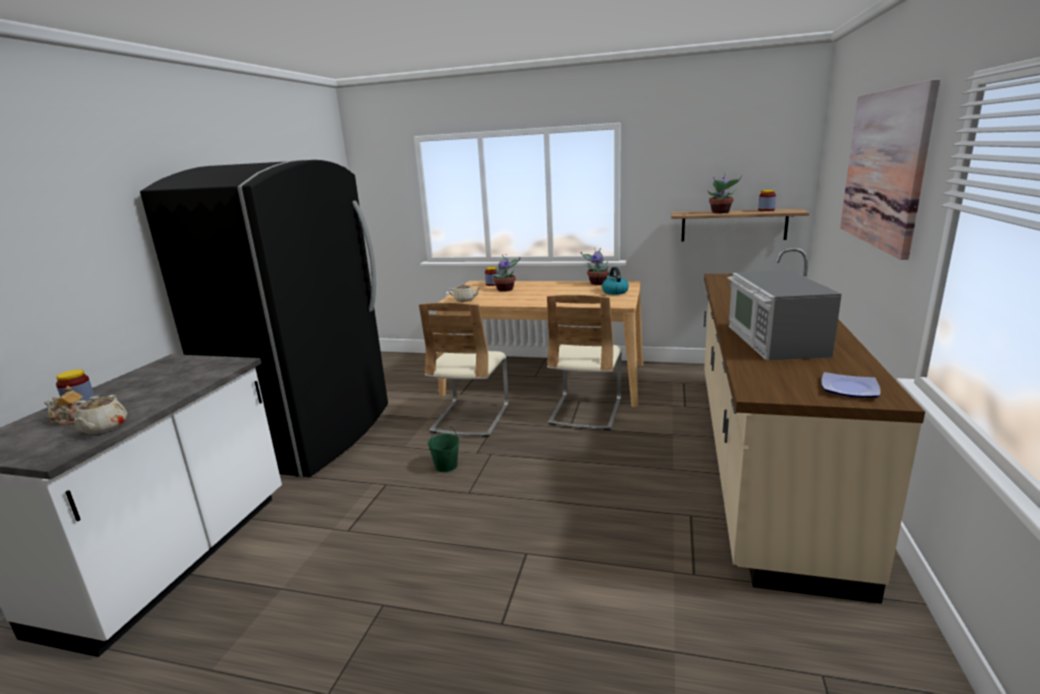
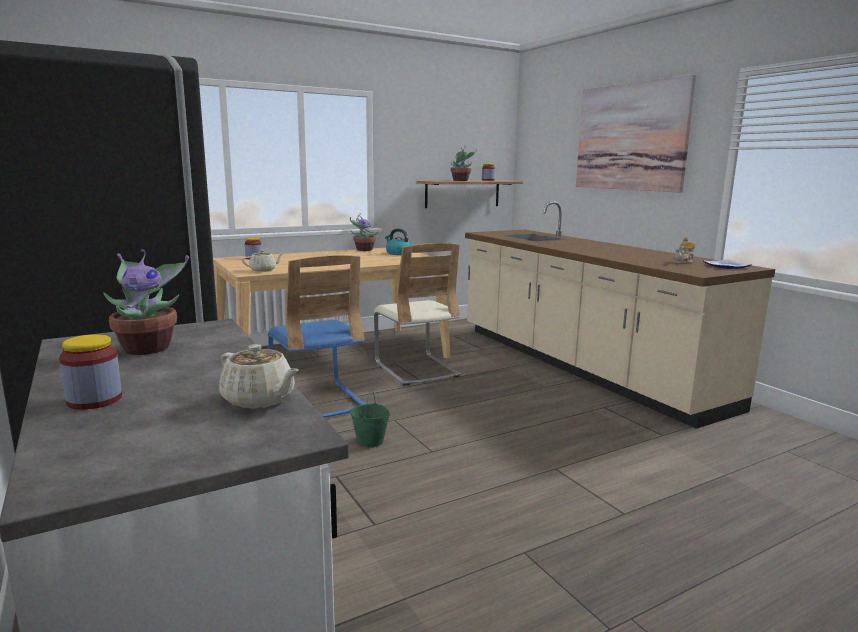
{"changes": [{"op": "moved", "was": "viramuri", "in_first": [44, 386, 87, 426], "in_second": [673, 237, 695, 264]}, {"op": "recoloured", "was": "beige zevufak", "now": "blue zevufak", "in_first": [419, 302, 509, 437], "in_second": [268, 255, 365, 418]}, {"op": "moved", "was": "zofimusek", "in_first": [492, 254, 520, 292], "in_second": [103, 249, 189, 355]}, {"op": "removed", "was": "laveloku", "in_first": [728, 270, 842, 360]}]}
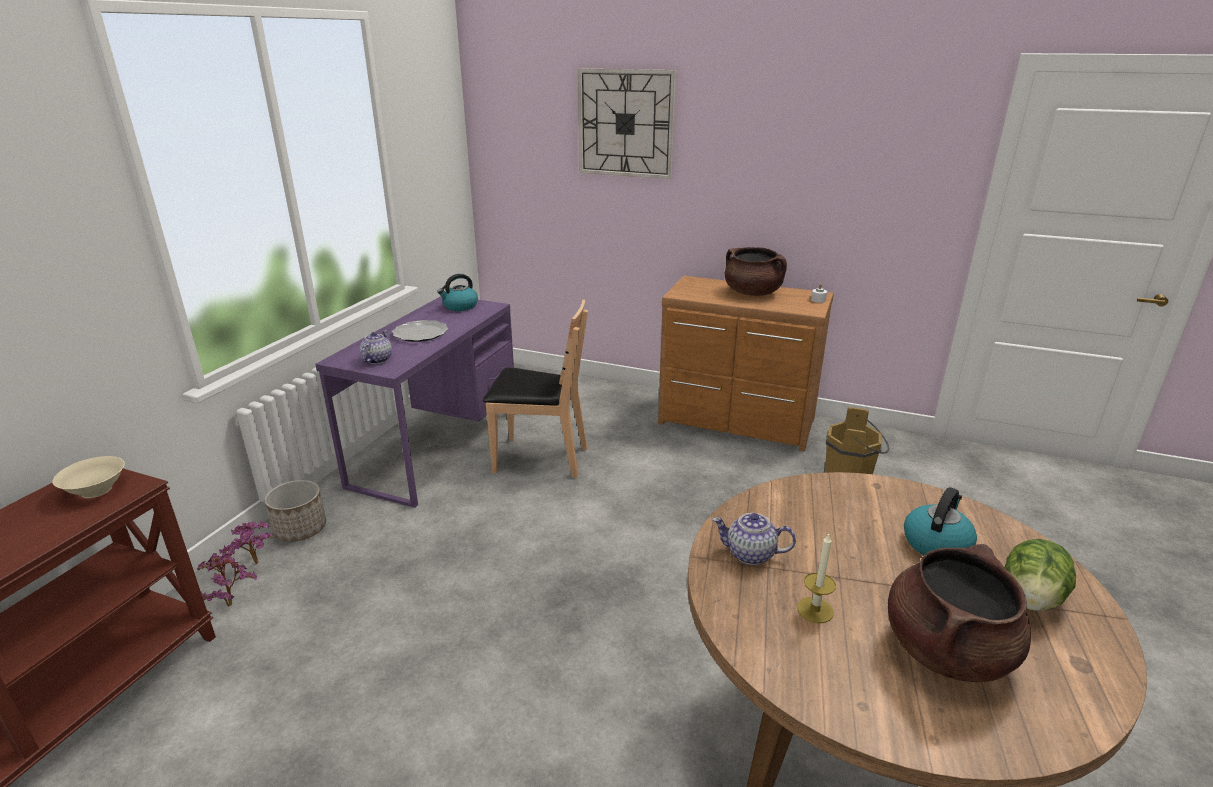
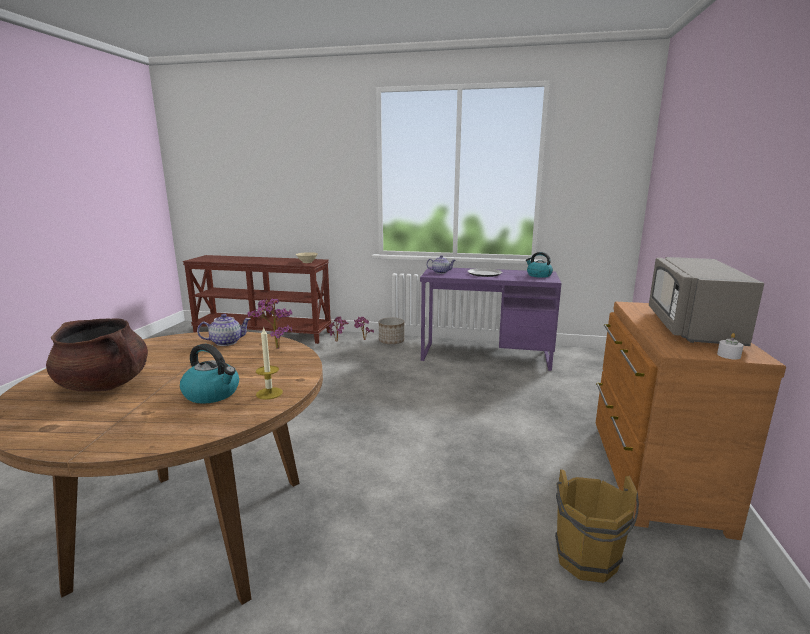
{"changes": [{"op": "removed", "was": "brown zevufak", "in_first": [483, 299, 588, 478]}, {"op": "removed", "was": "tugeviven", "in_first": [578, 68, 676, 179]}, {"op": "turned", "was": "viramuri", "in_first": [712, 513, 796, 565], "in_second": [197, 314, 251, 346], "clockwise": 60}, {"op": "replaced", "was": "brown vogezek", "now": "grey laveloku", "in_first": [725, 247, 787, 296], "in_second": [649, 257, 764, 346]}, {"op": "moved", "was": "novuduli", "in_first": [797, 533, 836, 623], "in_second": [256, 327, 283, 400]}, {"op": "removed", "was": "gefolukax", "in_first": [1005, 539, 1076, 611]}, {"op": "added", "now": "zofimusek", "in_second": [248, 298, 292, 349]}]}
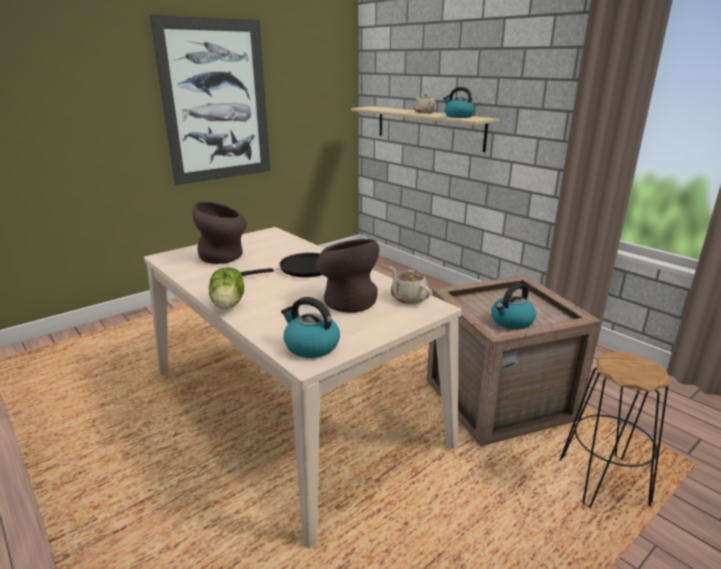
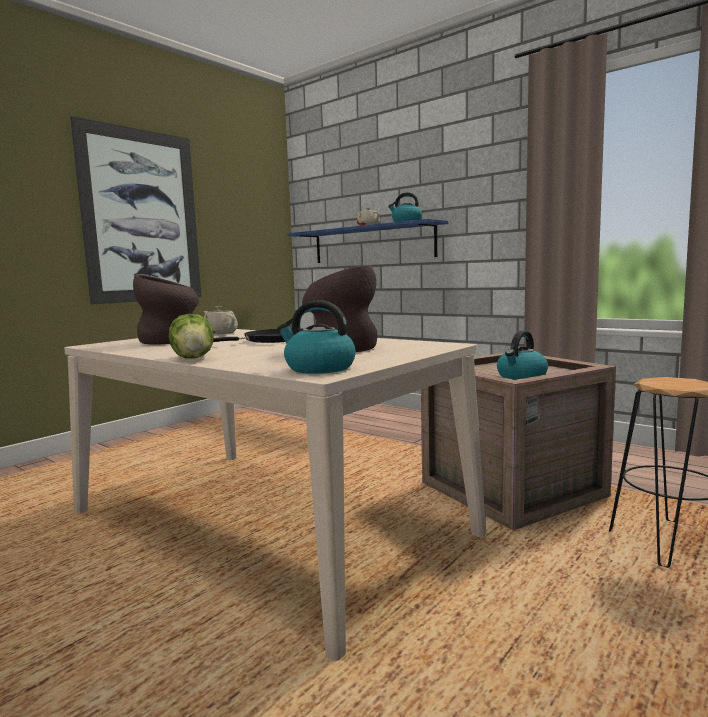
{"changes": [{"op": "recoloured", "was": "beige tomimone", "now": "blue tomimone", "in_first": [351, 106, 499, 152], "in_second": [287, 219, 448, 263]}, {"op": "moved", "was": "beige viramuri", "in_first": [390, 266, 431, 304], "in_second": [204, 306, 238, 334]}]}
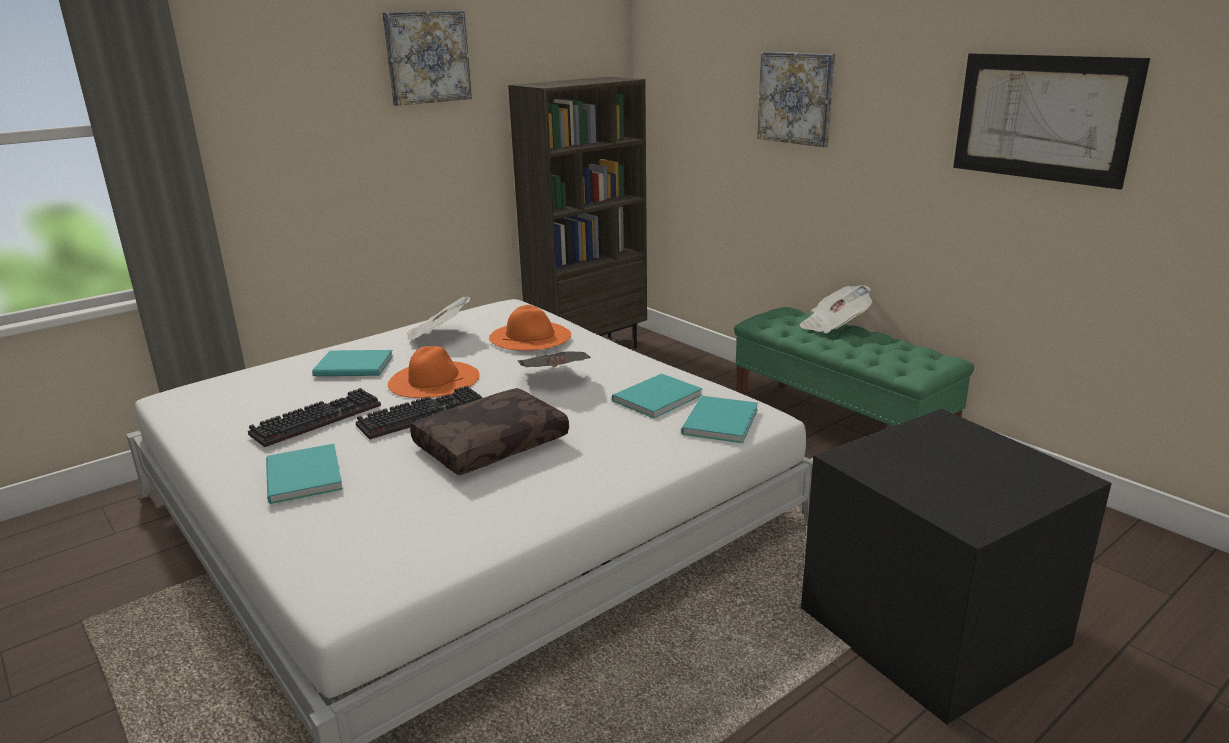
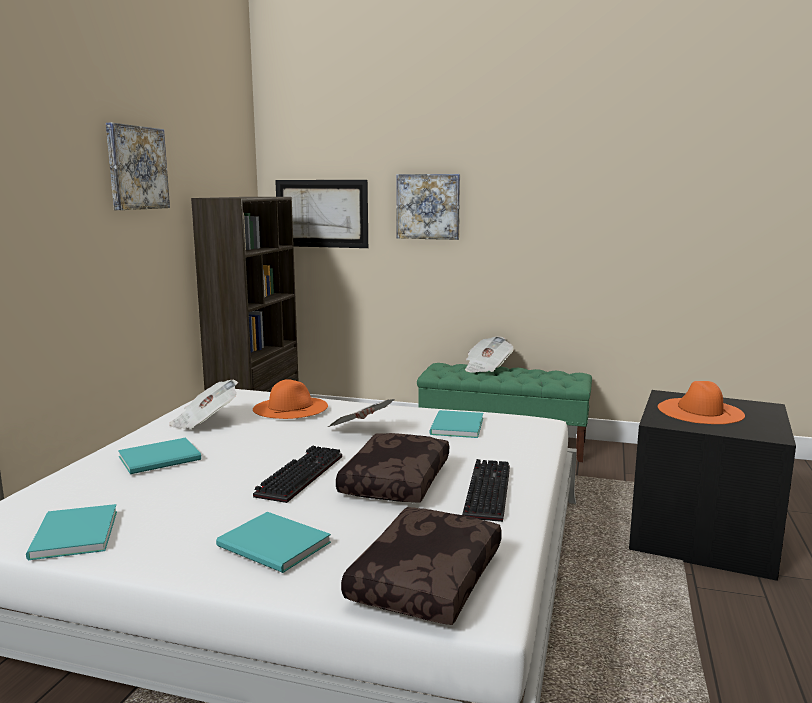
{"changes": [{"op": "moved", "was": "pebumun", "in_first": [248, 388, 381, 447], "in_second": [462, 459, 510, 522]}, {"op": "moved", "was": "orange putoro", "in_first": [388, 346, 480, 398], "in_second": [658, 381, 745, 424]}, {"op": "moved", "was": "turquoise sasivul", "in_first": [681, 396, 758, 443], "in_second": [26, 504, 117, 560]}, {"op": "moved", "was": "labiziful", "in_first": [953, 54, 1150, 190], "in_second": [275, 180, 368, 248]}, {"op": "added", "now": "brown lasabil", "in_second": [341, 507, 502, 625]}]}
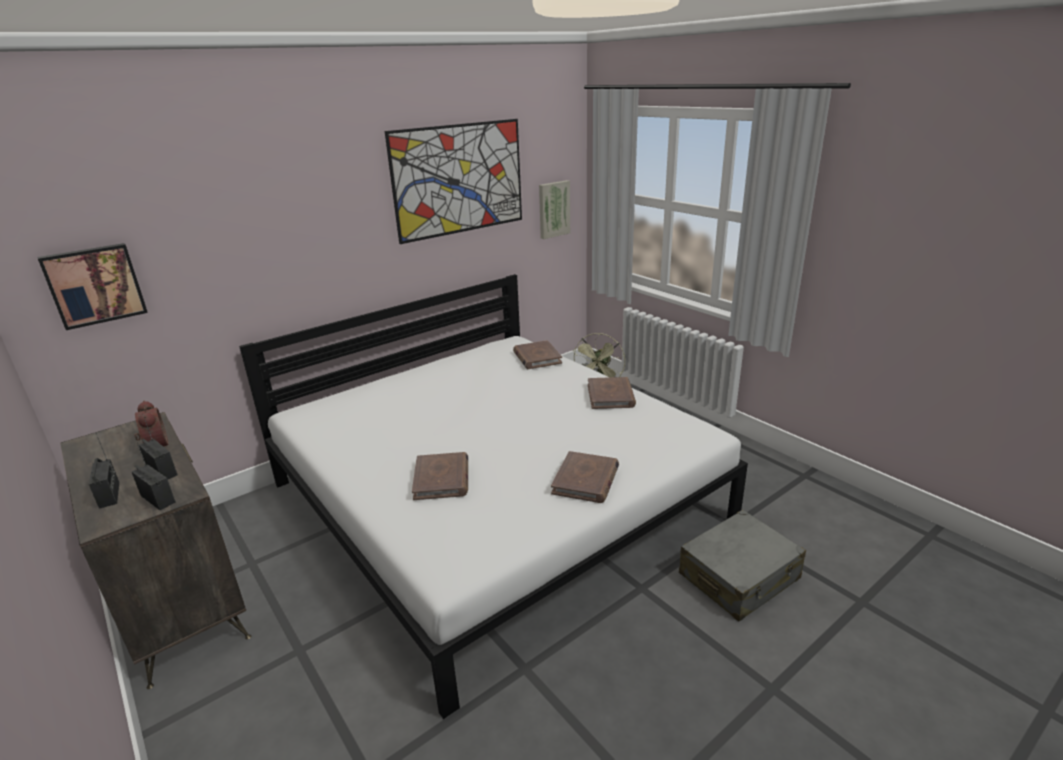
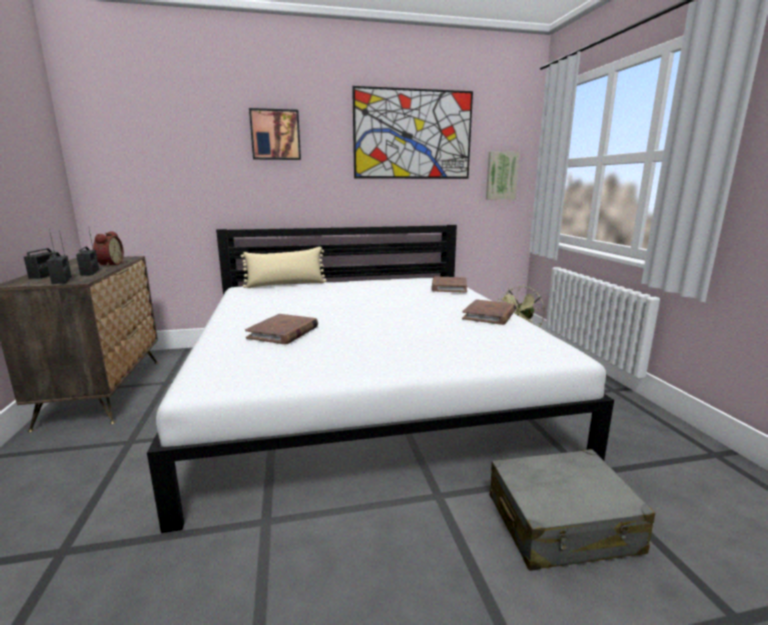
{"changes": [{"op": "moved", "was": "labiziful", "in_first": [37, 243, 148, 330], "in_second": [249, 108, 301, 160]}, {"op": "removed", "was": "brown sasivul", "in_first": [551, 451, 619, 503]}, {"op": "added", "now": "beige lasabil", "in_second": [241, 247, 327, 288]}]}
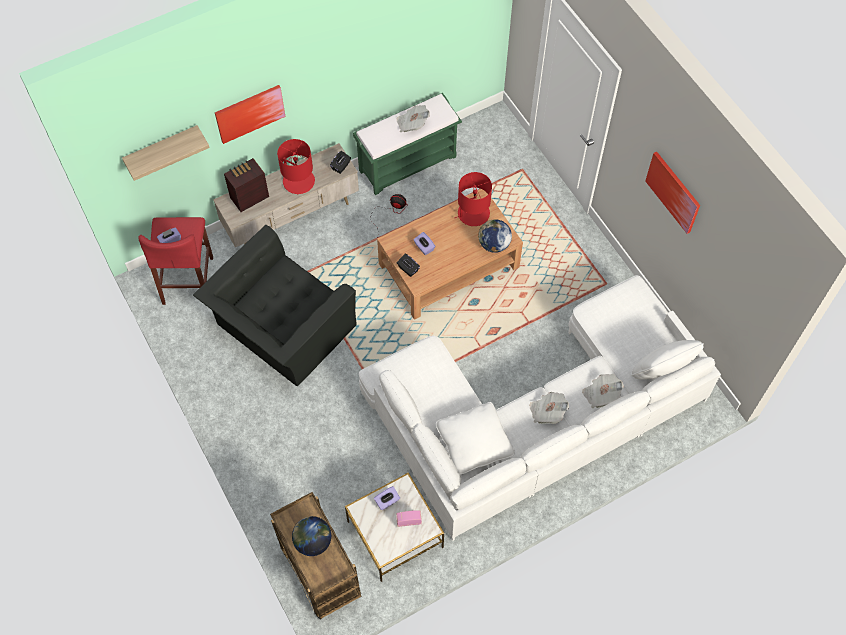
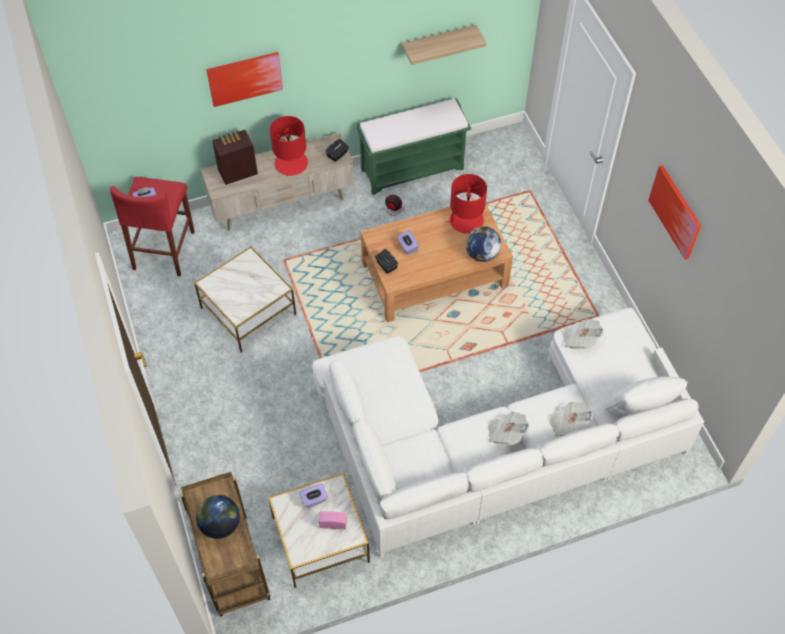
{"changes": [{"op": "moved", "was": "tomimone", "in_first": [122, 125, 210, 181], "in_second": [402, 25, 486, 65]}, {"op": "replaced", "was": "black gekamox", "now": "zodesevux", "in_first": [193, 225, 356, 386], "in_second": [194, 246, 296, 353]}, {"op": "moved", "was": "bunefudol", "in_first": [396, 105, 430, 132], "in_second": [562, 319, 604, 349]}, {"op": "removed", "was": "white lasabil", "in_first": [436, 402, 515, 475]}]}
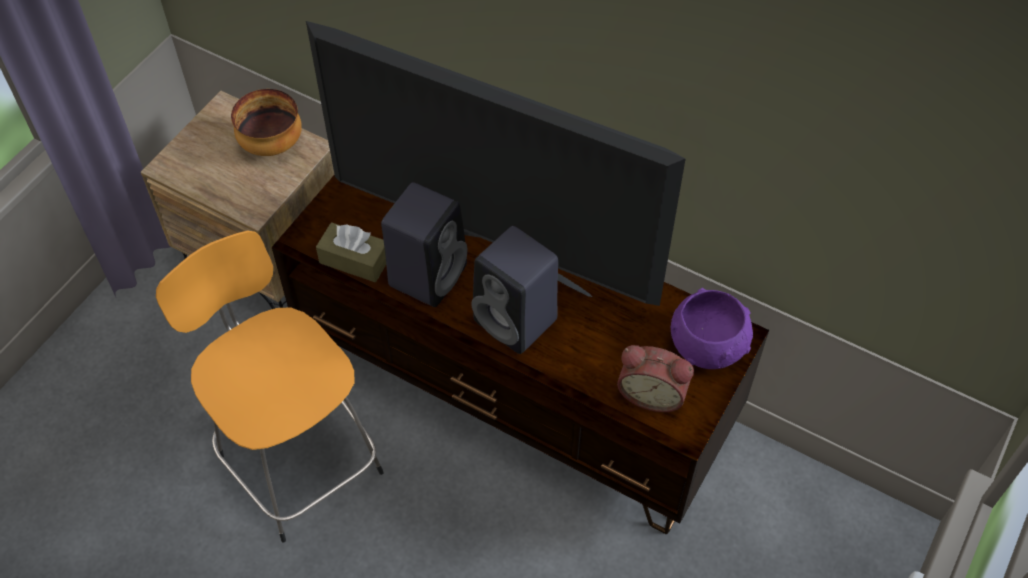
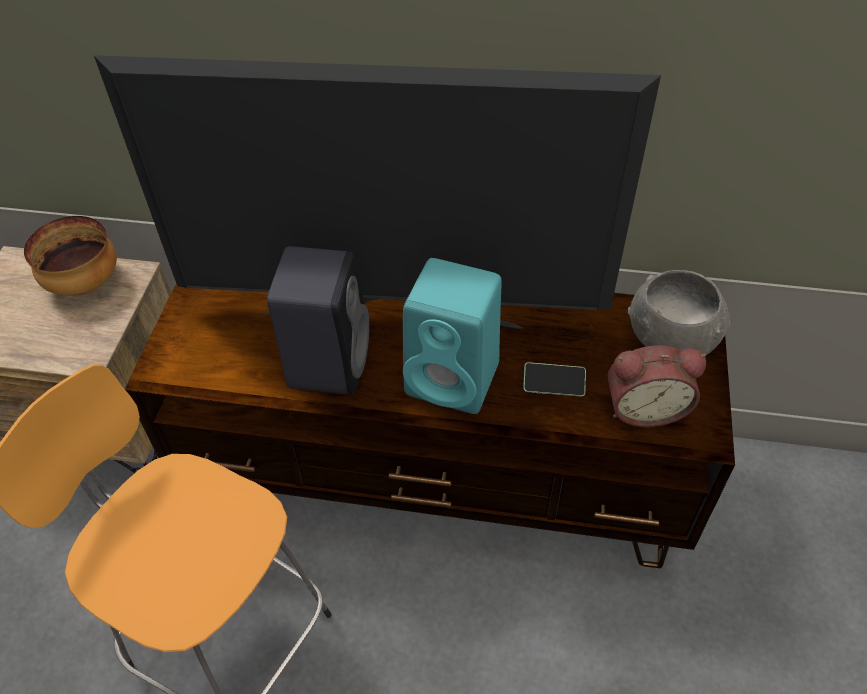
{"changes": [{"op": "removed", "was": "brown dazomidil", "in_first": [316, 222, 386, 282]}, {"op": "recoloured", "was": "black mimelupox", "now": "turquoise mimelupox", "in_first": [471, 226, 558, 354], "in_second": [403, 258, 502, 414]}, {"op": "recoloured", "was": "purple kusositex", "now": "grey kusositex", "in_first": [671, 288, 753, 369], "in_second": [628, 270, 731, 355]}, {"op": "added", "now": "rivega", "in_second": [523, 362, 586, 397]}]}
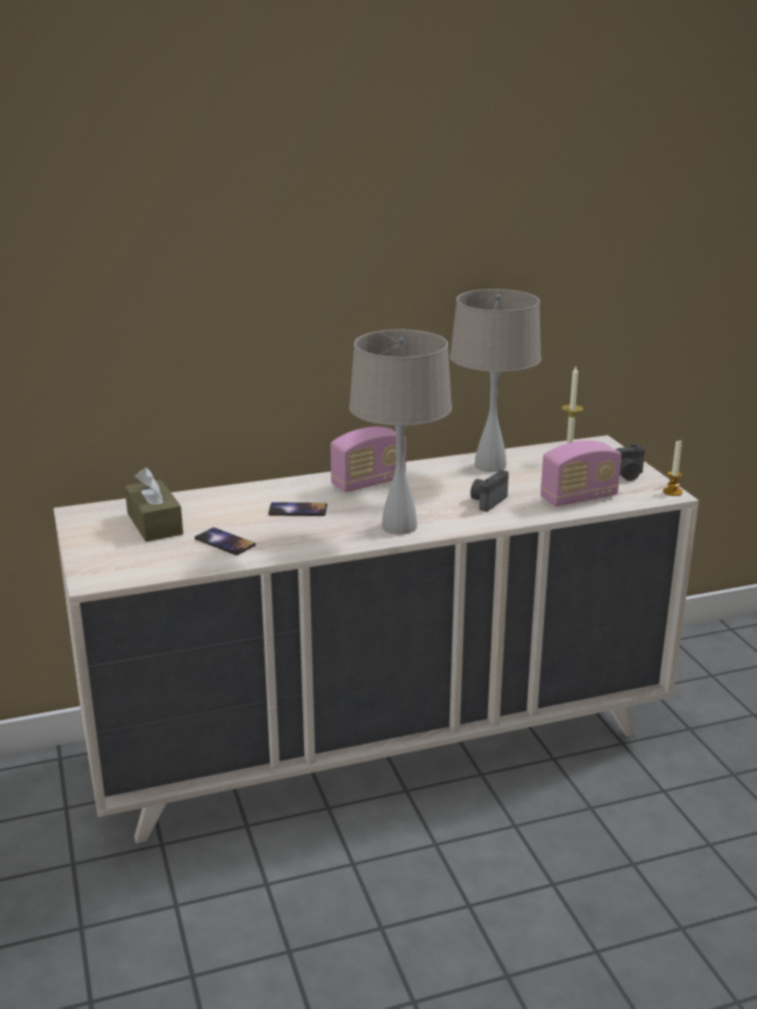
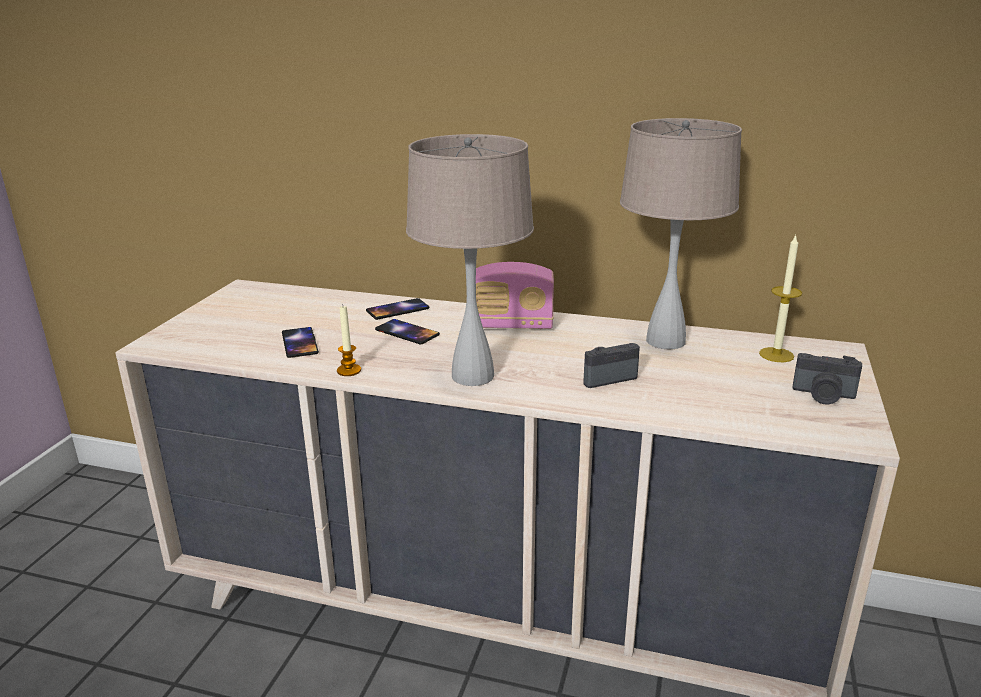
{"changes": [{"op": "removed", "was": "brown dazomidil", "in_first": [125, 468, 183, 542]}, {"op": "removed", "was": "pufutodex", "in_first": [540, 440, 622, 506]}, {"op": "moved", "was": "novuduli", "in_first": [663, 441, 683, 496], "in_second": [337, 306, 361, 376]}, {"op": "added", "now": "rivega", "in_second": [366, 298, 429, 320]}]}
